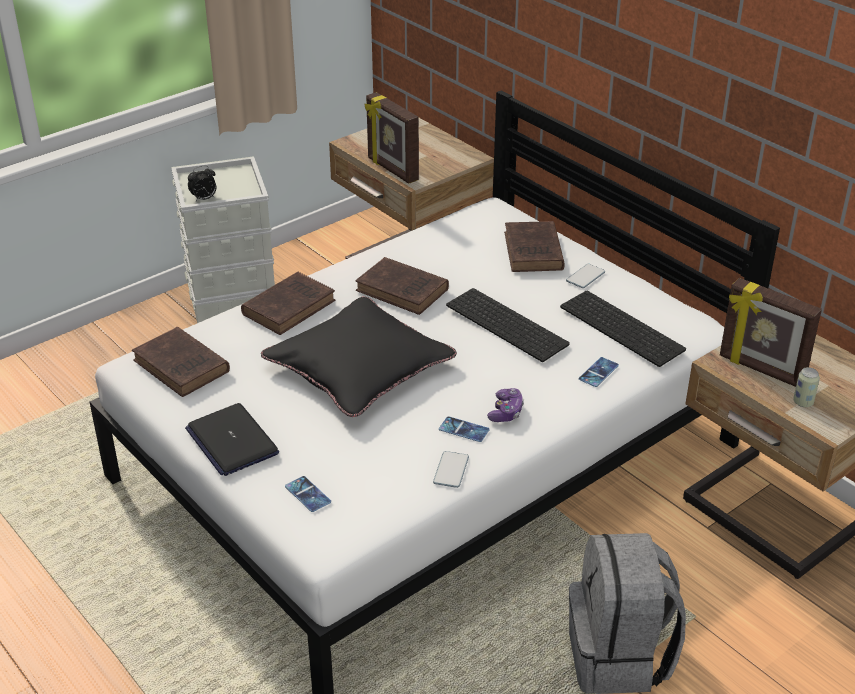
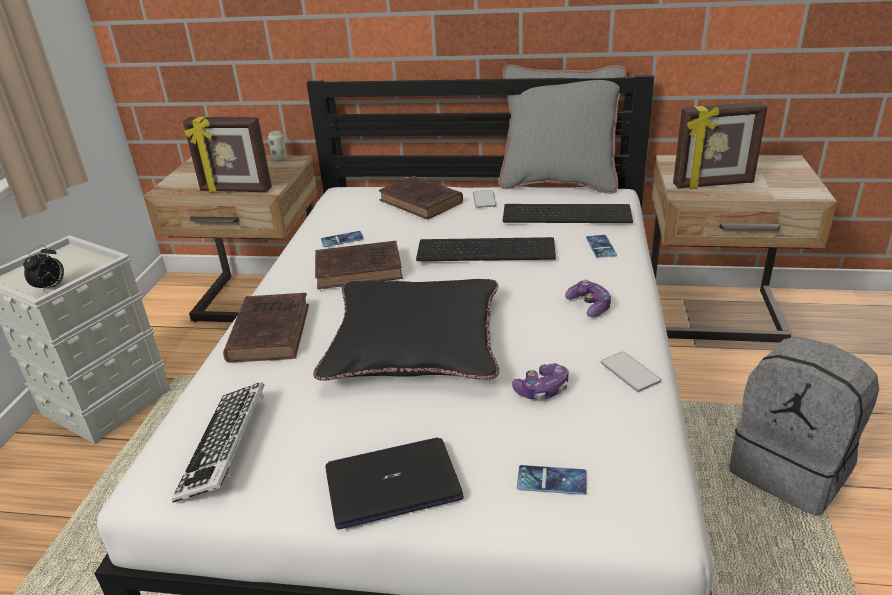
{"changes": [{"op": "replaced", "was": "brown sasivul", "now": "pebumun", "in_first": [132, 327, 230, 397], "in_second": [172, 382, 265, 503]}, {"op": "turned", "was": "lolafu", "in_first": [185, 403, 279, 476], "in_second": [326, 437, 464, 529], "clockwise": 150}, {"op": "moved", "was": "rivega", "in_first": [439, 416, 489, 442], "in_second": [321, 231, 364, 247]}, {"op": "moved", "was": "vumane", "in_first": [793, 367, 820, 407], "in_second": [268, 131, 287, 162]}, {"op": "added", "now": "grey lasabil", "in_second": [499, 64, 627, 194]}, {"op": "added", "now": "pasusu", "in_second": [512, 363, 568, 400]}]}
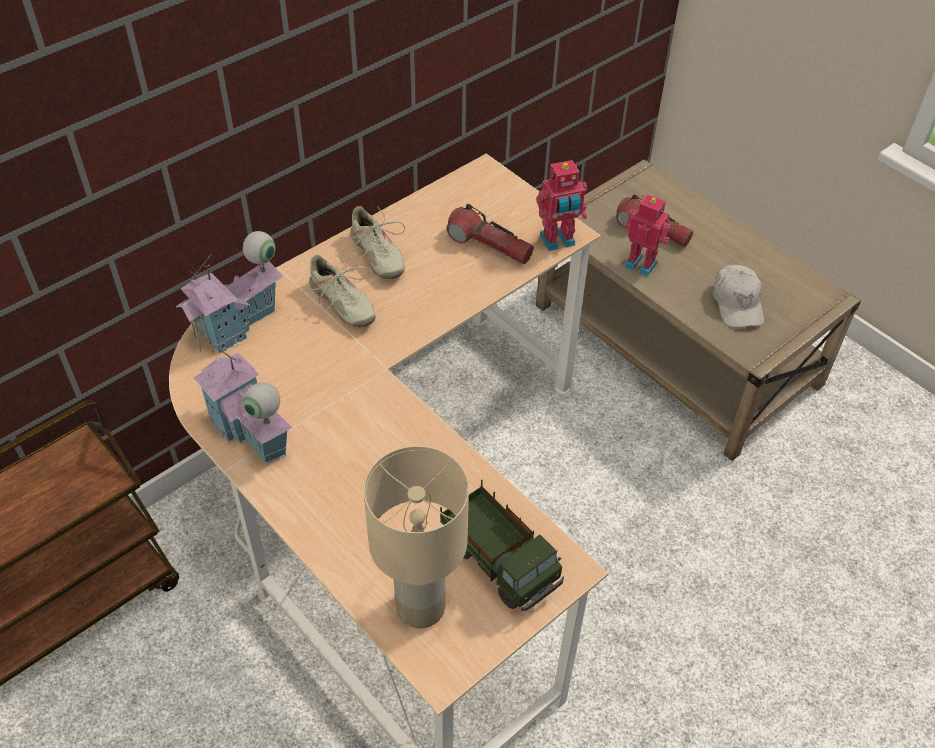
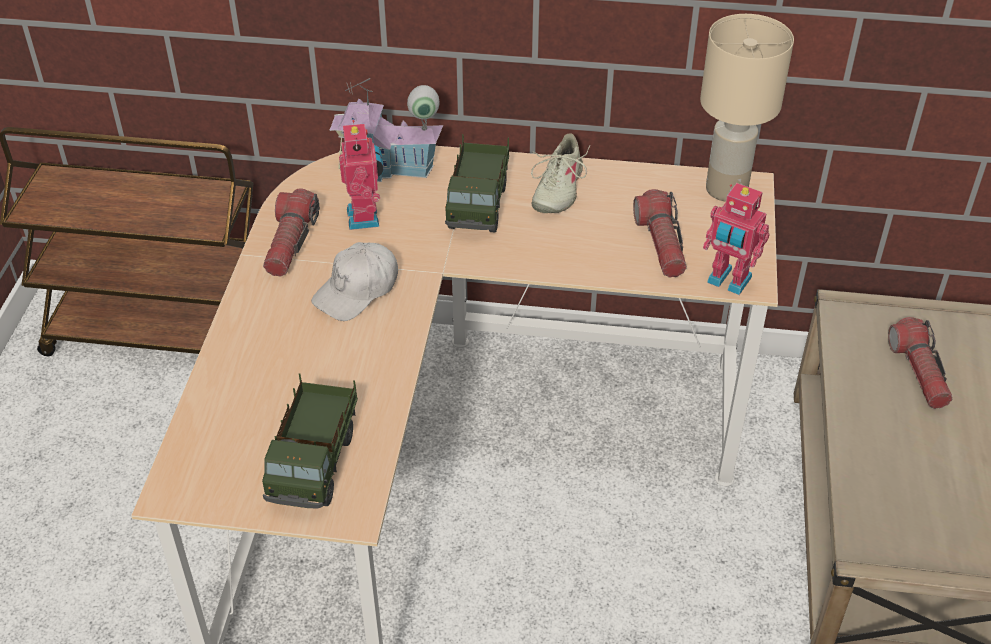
{"changes": [{"op": "replaced", "was": "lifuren", "now": "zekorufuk", "in_first": [193, 339, 293, 464], "in_second": [263, 189, 320, 277]}, {"op": "replaced", "was": "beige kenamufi", "now": "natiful", "in_first": [303, 253, 376, 327], "in_second": [445, 134, 509, 233]}, {"op": "moved", "was": "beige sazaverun", "in_first": [363, 446, 469, 628], "in_second": [700, 14, 794, 202]}, {"op": "moved", "was": "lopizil", "in_first": [624, 194, 671, 276], "in_second": [339, 120, 384, 230]}, {"op": "moved", "was": "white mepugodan", "in_first": [712, 265, 764, 327], "in_second": [311, 242, 398, 321]}]}
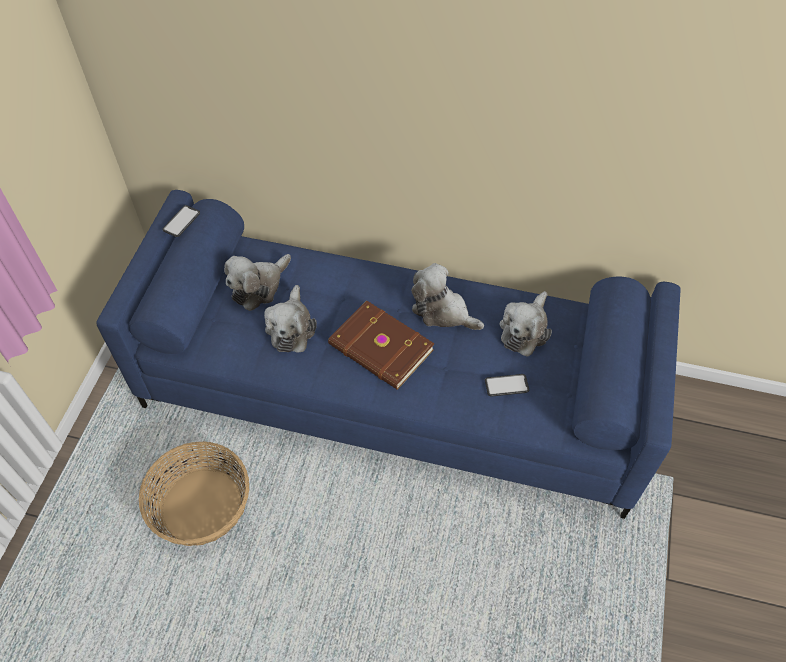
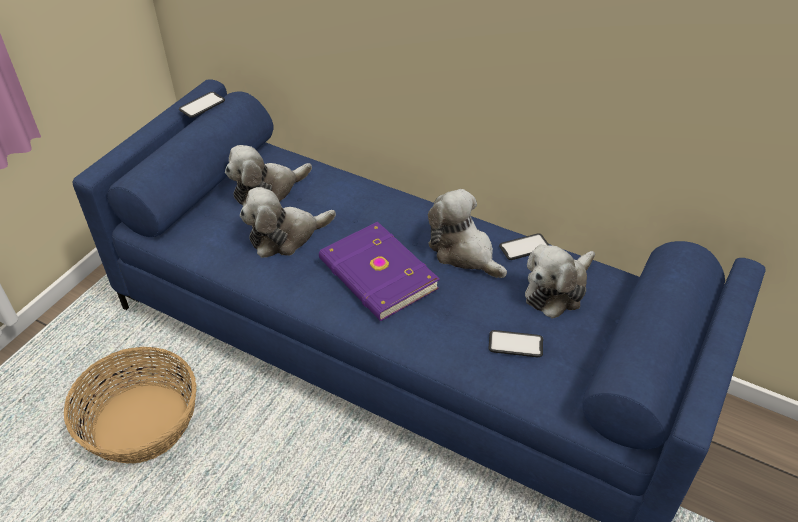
{"changes": [{"op": "turned", "was": "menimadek", "in_first": [264, 285, 317, 353], "in_second": [240, 187, 336, 258], "clockwise": 45}, {"op": "recoloured", "was": "brown sasivul", "now": "purple sasivul", "in_first": [328, 301, 435, 390], "in_second": [319, 222, 440, 321]}, {"op": "added", "now": "rivega", "in_second": [499, 233, 550, 260]}]}
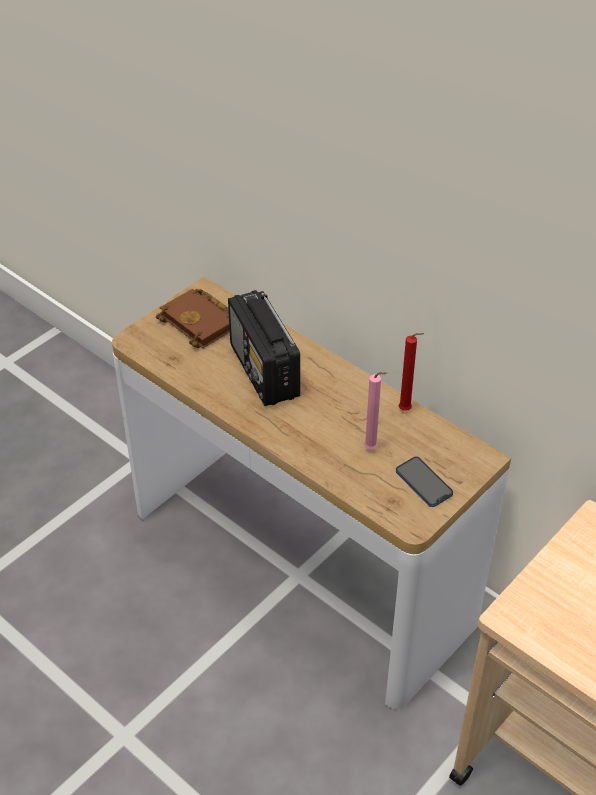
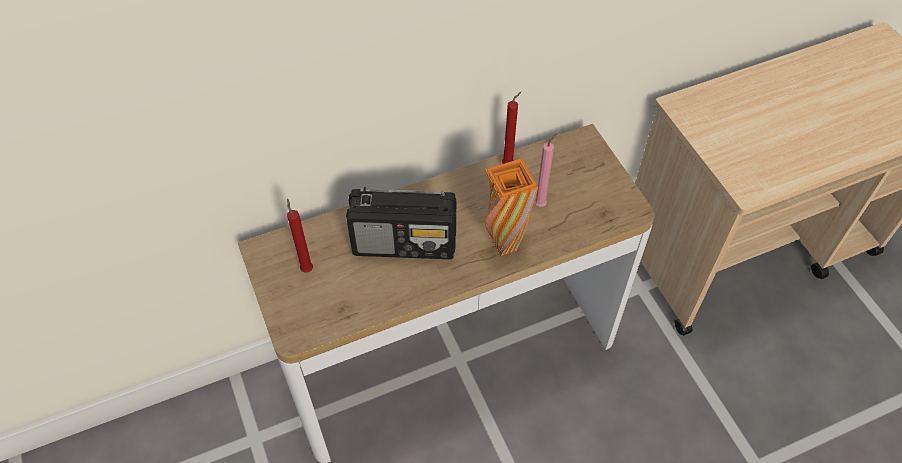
{"changes": [{"op": "replaced", "was": "brown sasivul", "now": "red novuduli", "in_first": [156, 289, 230, 348], "in_second": [287, 198, 313, 273]}, {"op": "removed", "was": "rivega", "in_first": [396, 456, 453, 507]}, {"op": "added", "now": "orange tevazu", "in_second": [485, 158, 538, 256]}]}
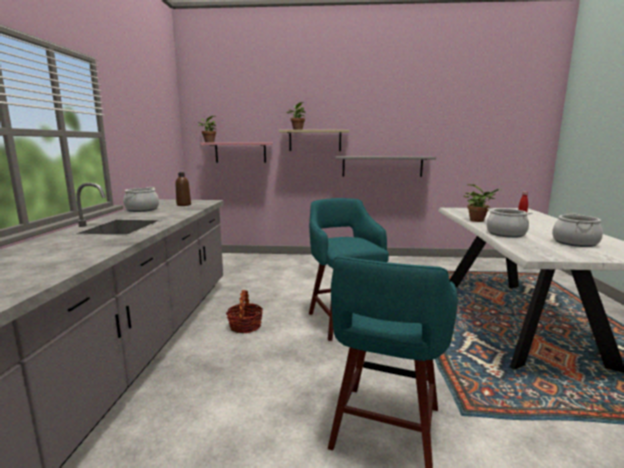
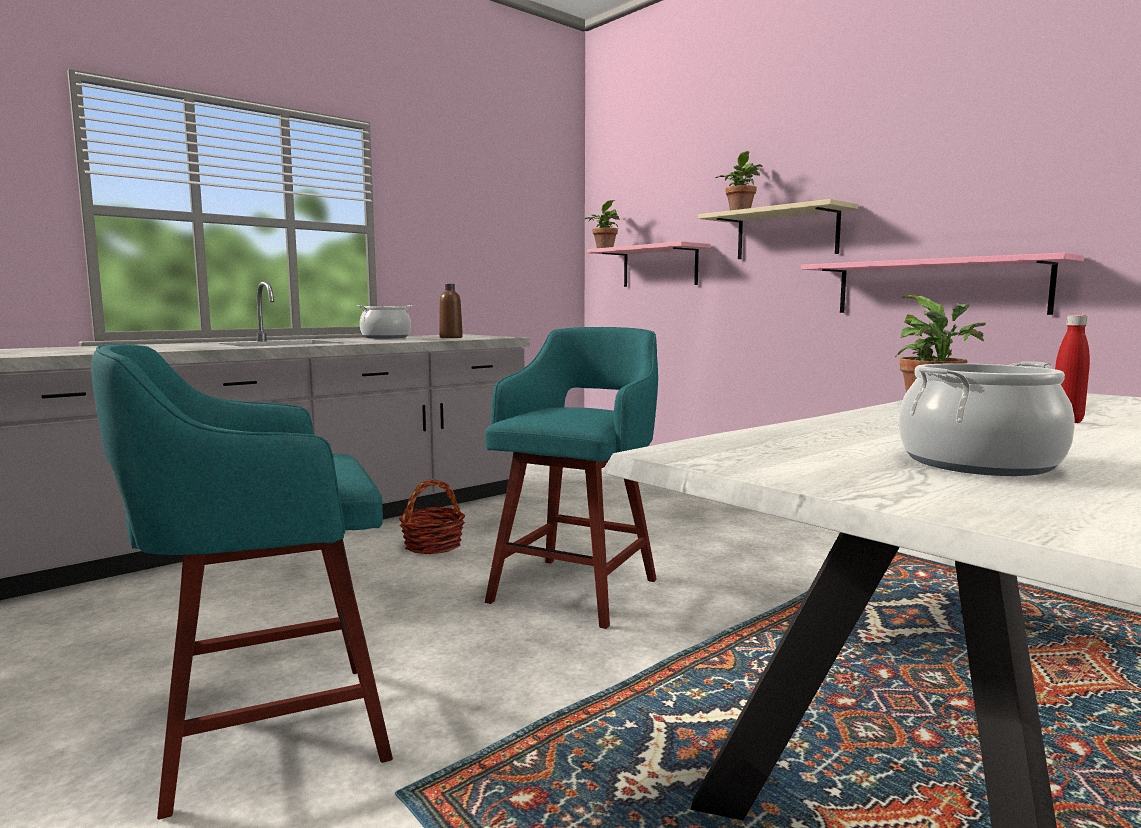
{"changes": [{"op": "recoloured", "was": "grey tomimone", "now": "pink tomimone", "in_first": [335, 156, 436, 177], "in_second": [801, 253, 1084, 315]}, {"op": "removed", "was": "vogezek", "in_first": [487, 208, 532, 238]}]}
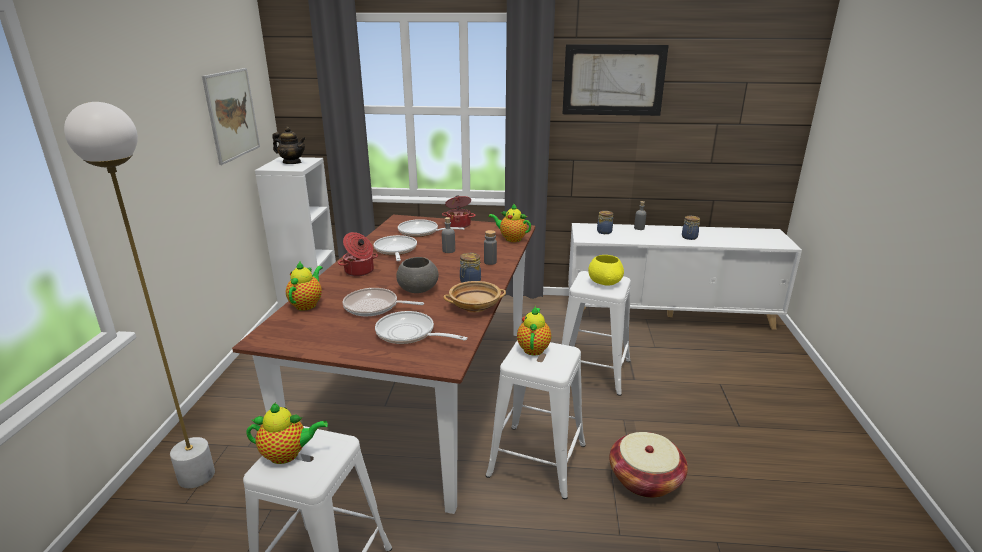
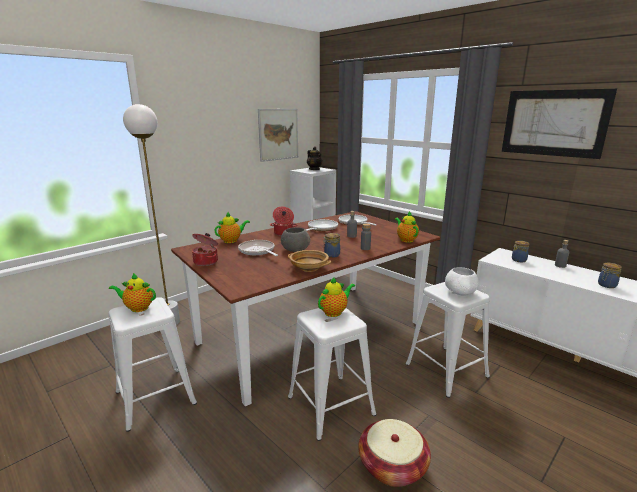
{"changes": [{"op": "turned", "was": "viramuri", "in_first": [246, 403, 328, 464], "in_second": [109, 273, 156, 312], "clockwise": 150}, {"op": "removed", "was": "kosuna", "in_first": [375, 311, 468, 344]}, {"op": "moved", "was": "vogezek", "in_first": [442, 195, 476, 228], "in_second": [192, 233, 218, 266]}, {"op": "recoloured", "was": "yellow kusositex", "now": "white kusositex", "in_first": [588, 255, 624, 286], "in_second": [445, 267, 479, 296]}]}
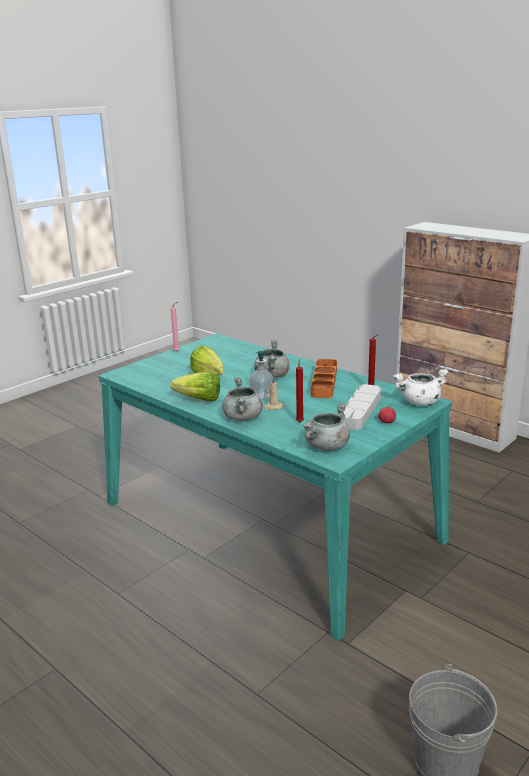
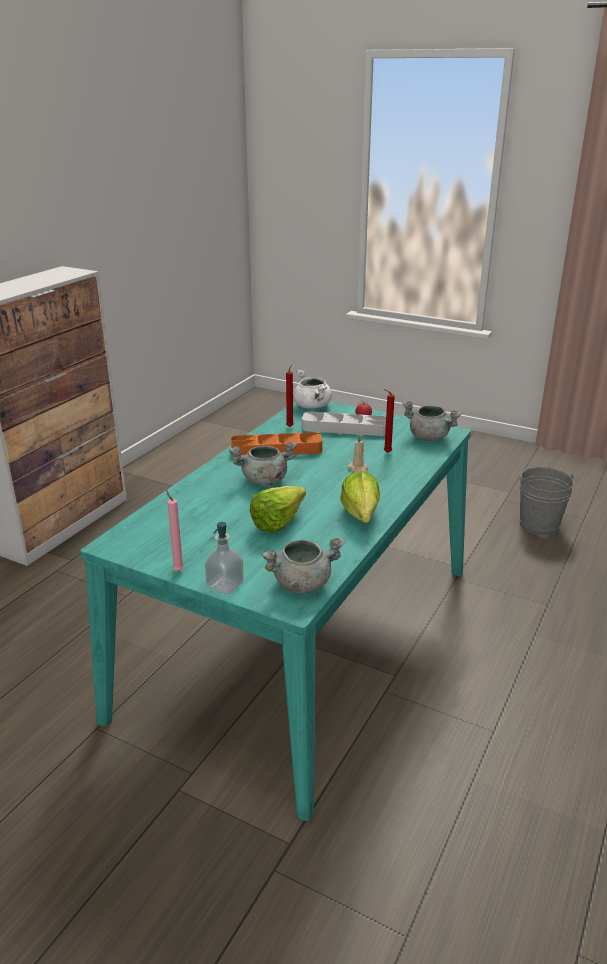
{"changes": [{"op": "moved", "was": "grey vogezek", "in_first": [222, 377, 263, 420], "in_second": [262, 537, 345, 594]}, {"op": "moved", "was": "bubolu", "in_first": [249, 351, 273, 400], "in_second": [205, 522, 244, 594]}]}
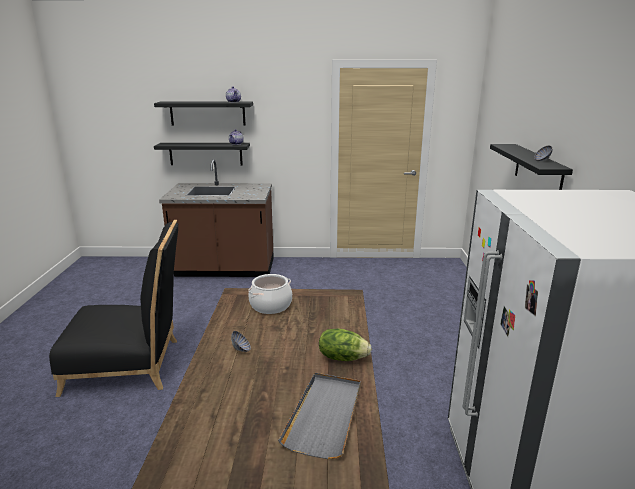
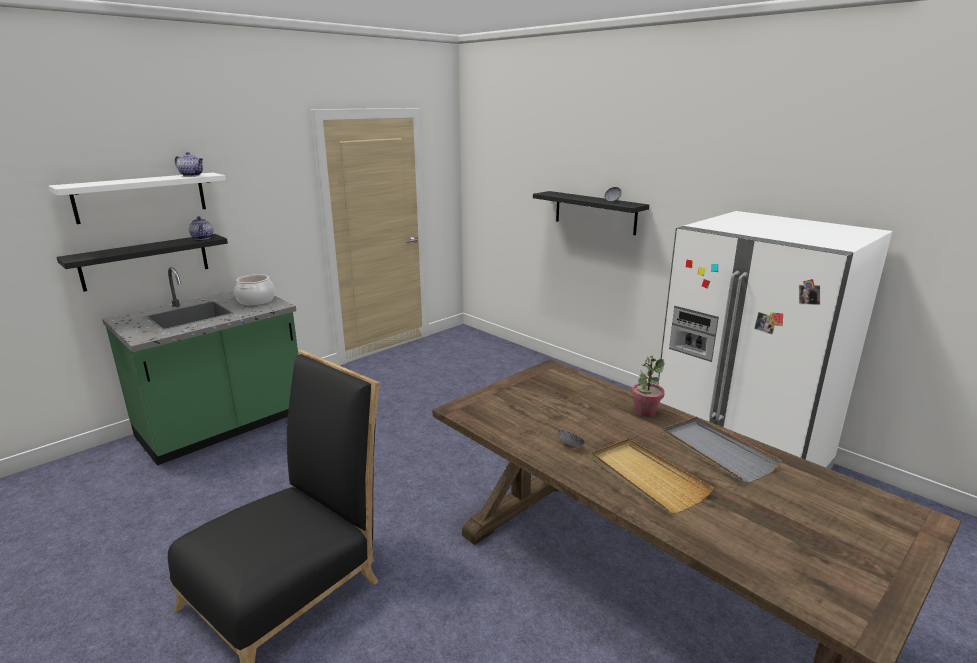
{"changes": [{"op": "recoloured", "was": "black tomimone", "now": "white tomimone", "in_first": [154, 101, 253, 126], "in_second": [49, 172, 226, 224]}, {"op": "recoloured", "was": "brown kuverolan", "now": "green kuverolan", "in_first": [159, 160, 274, 277], "in_second": [102, 267, 298, 465]}, {"op": "moved", "was": "vogezek", "in_first": [248, 274, 292, 314], "in_second": [234, 274, 275, 305]}, {"op": "replaced", "was": "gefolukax", "now": "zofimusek", "in_first": [319, 329, 372, 361], "in_second": [632, 356, 665, 417]}, {"op": "added", "now": "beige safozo", "in_second": [592, 439, 713, 513]}]}
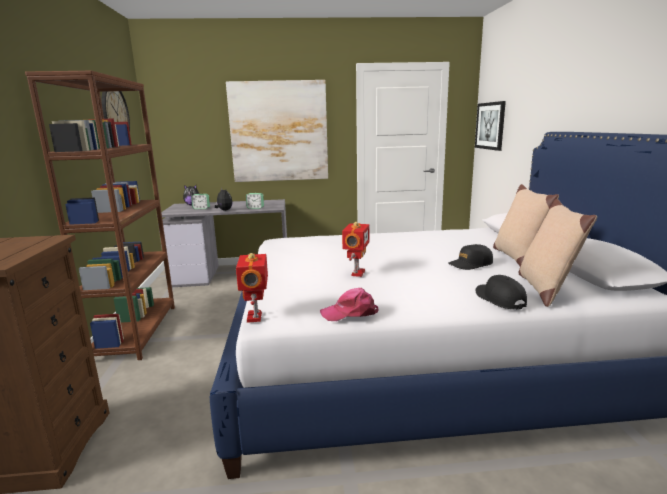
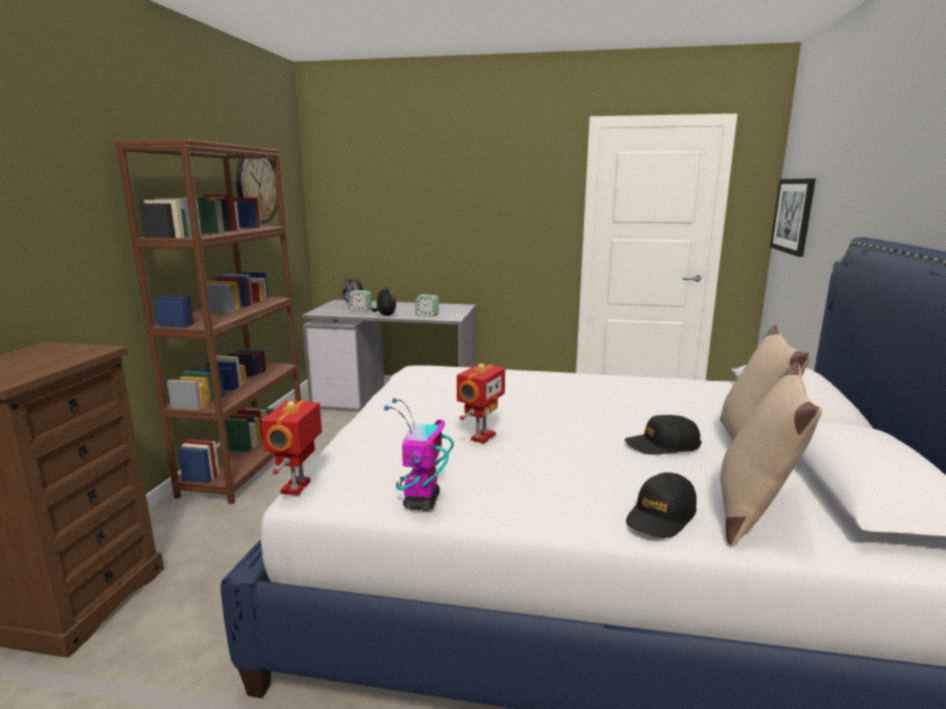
{"changes": [{"op": "removed", "was": "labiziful", "in_first": [226, 80, 328, 182]}, {"op": "replaced", "was": "pink mepugodan", "now": "lopizil", "in_first": [320, 288, 379, 321], "in_second": [384, 398, 454, 511]}, {"op": "turned", "was": "black mepugodan", "in_first": [476, 275, 527, 310], "in_second": [626, 472, 697, 538], "clockwise": -135}]}
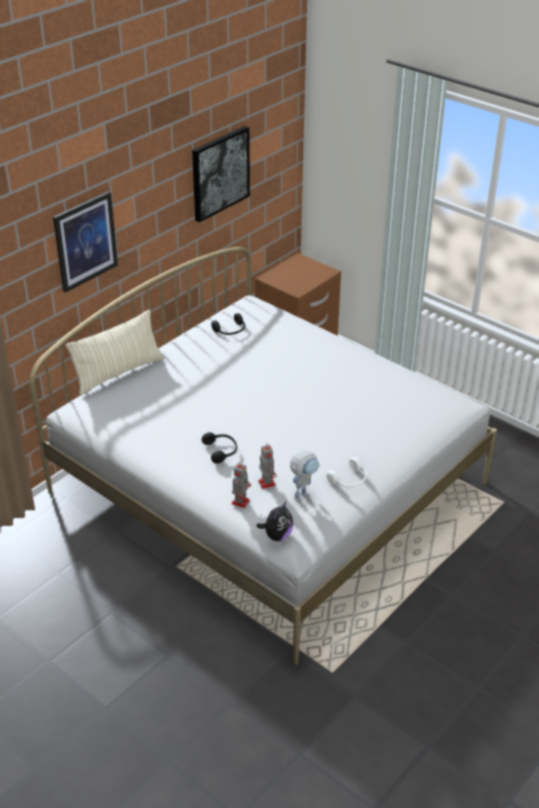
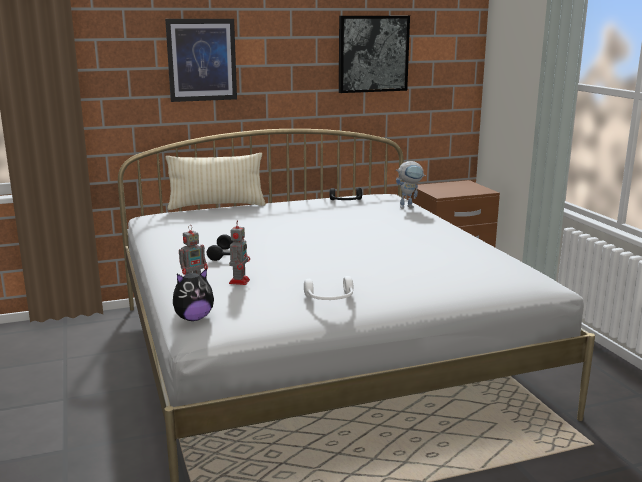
{"changes": [{"op": "moved", "was": "lopizil", "in_first": [290, 450, 320, 503], "in_second": [396, 161, 426, 209]}]}
